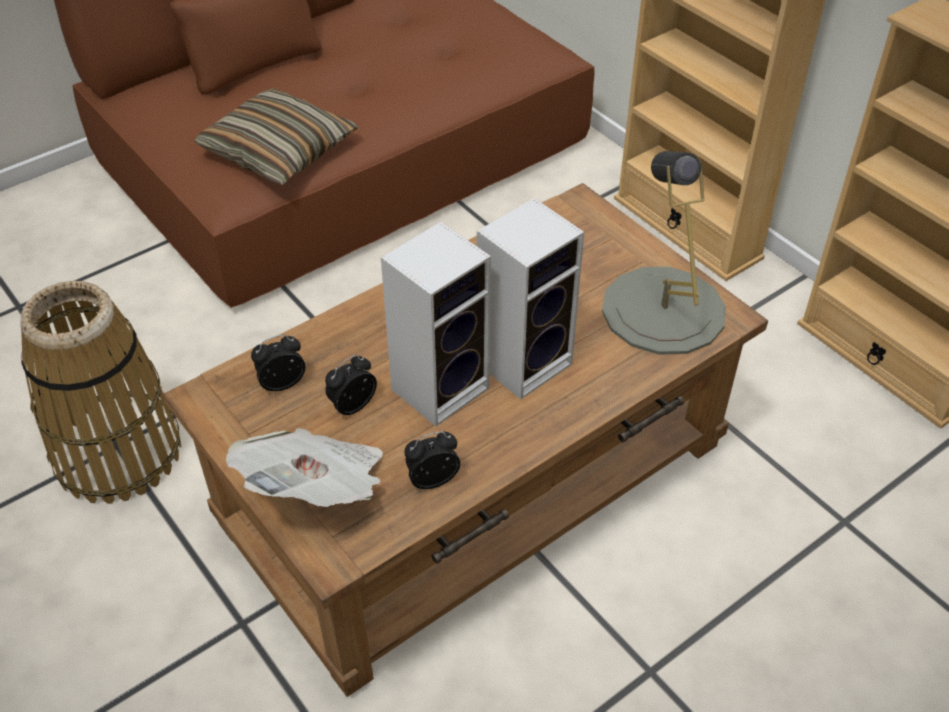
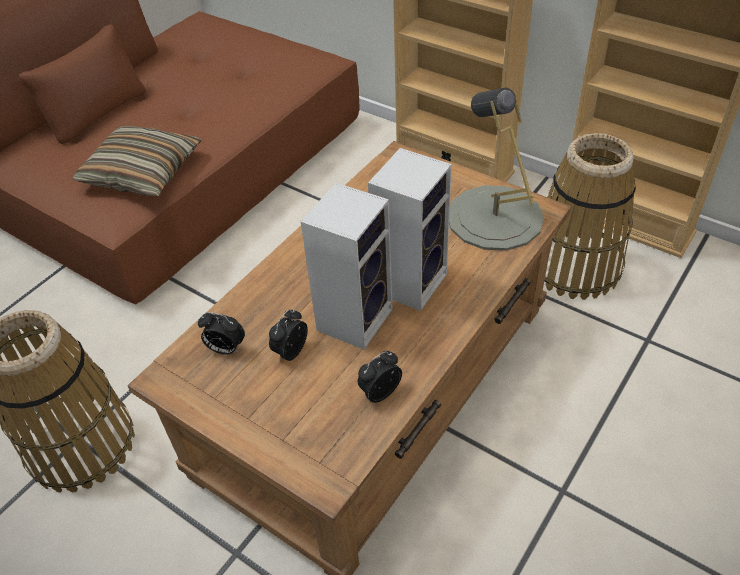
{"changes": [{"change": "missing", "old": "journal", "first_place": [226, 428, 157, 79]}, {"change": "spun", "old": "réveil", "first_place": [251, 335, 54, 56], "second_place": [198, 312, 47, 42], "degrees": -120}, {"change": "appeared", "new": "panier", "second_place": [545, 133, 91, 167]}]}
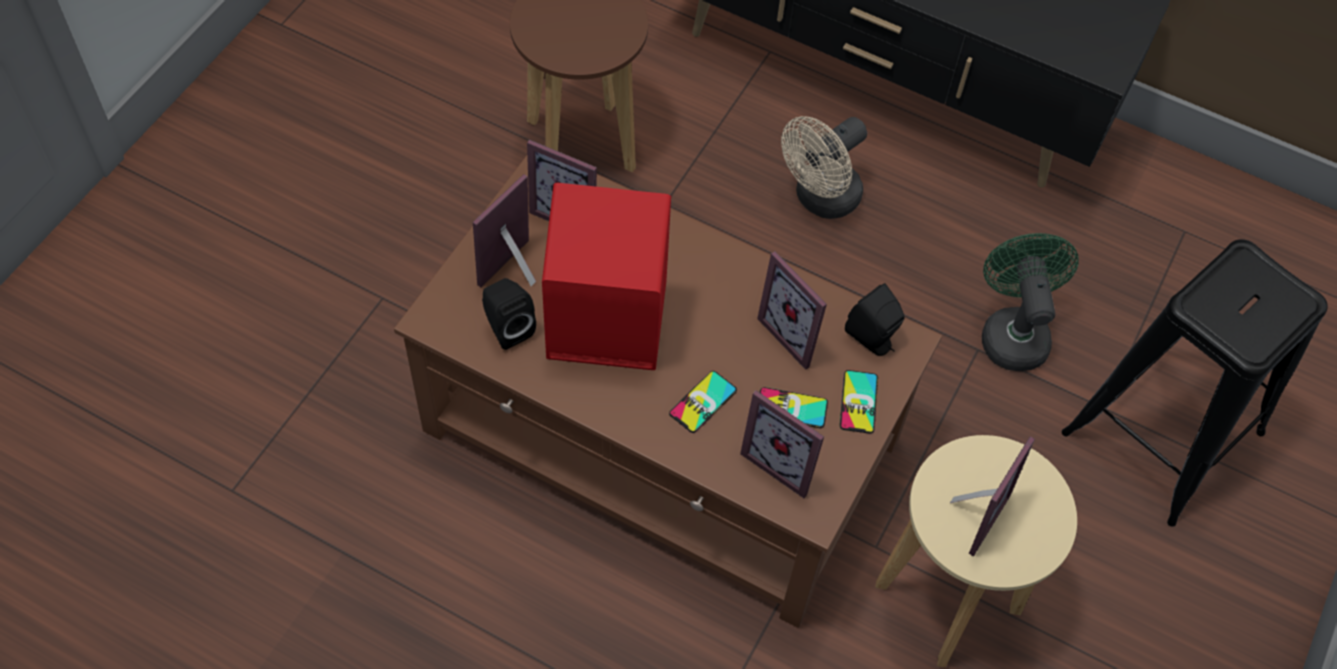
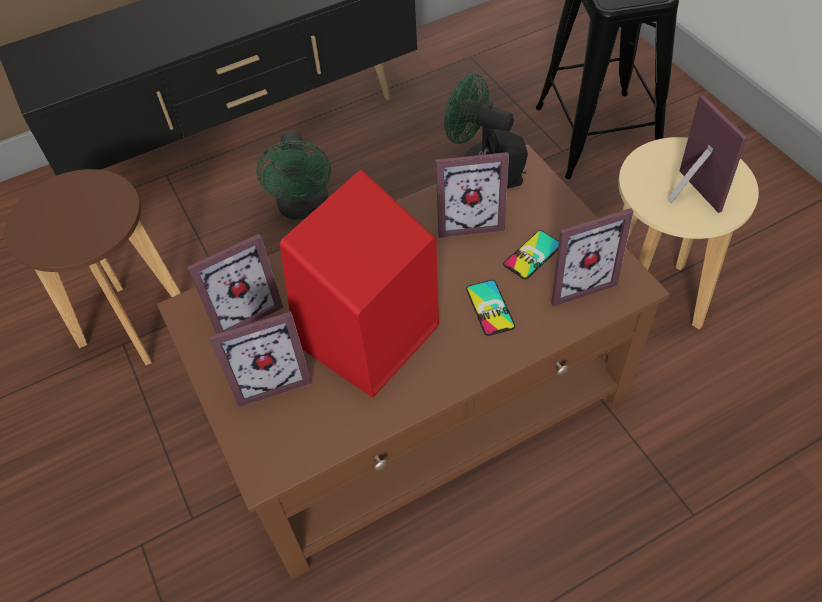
{"changes": [{"change": "spun", "old": "cadre photo", "first_place": [473, 174, 63, 113], "second_place": [209, 311, 103, 96], "degrees": -90}, {"change": "missing", "old": "enceinte/noir", "first_place": [482, 278, 54, 72]}, {"change": "colour", "old": "ventilateur/beige", "new": "ventilateur/vert", "first_place": [781, 116, 86, 103], "second_place": [256, 131, 75, 89]}, {"change": "missing", "old": "téléphone", "first_place": [840, 370, 38, 64]}]}
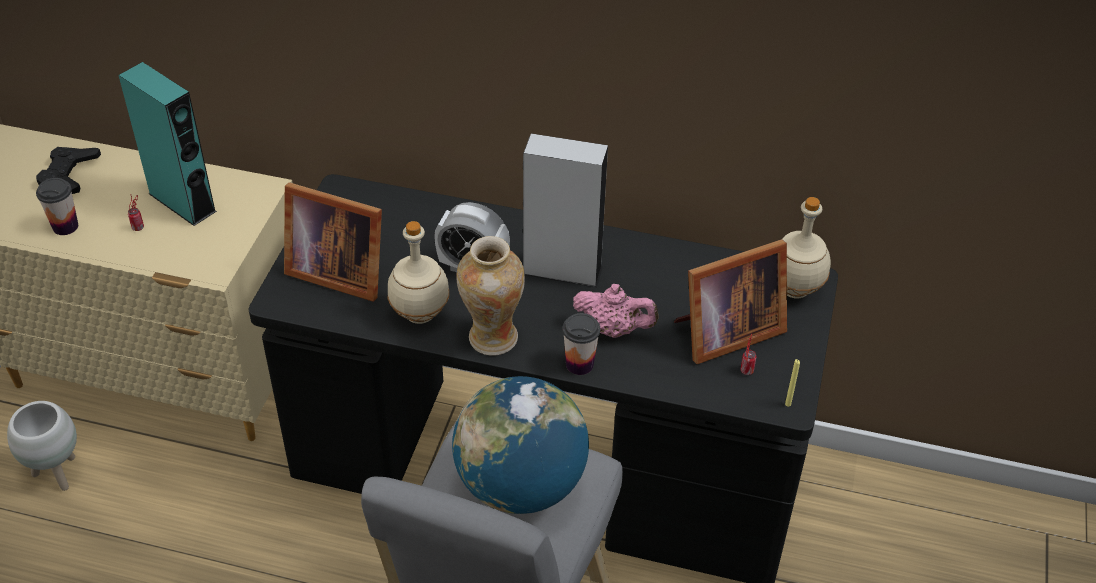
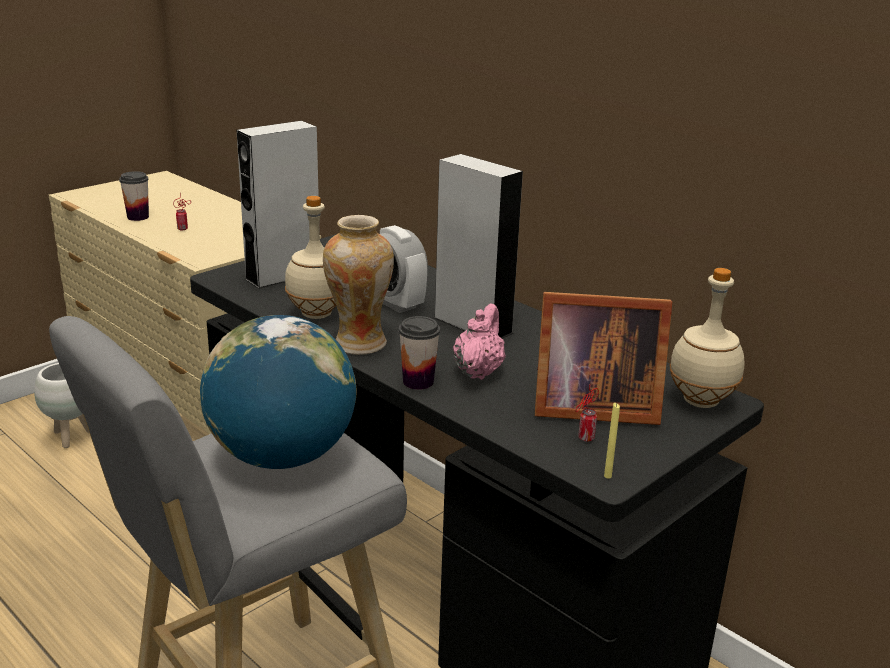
{"changes": [{"change": "missing", "old": "manette/noir", "first_place": [36, 147, 65, 47]}, {"change": "missing", "old": "enceinte/turquoise", "first_place": [118, 62, 99, 164]}, {"change": "exchanged", "old": "cadre photo", "new": "enceinte/gris", "first_place": [284, 182, 98, 120], "second_place": [237, 121, 83, 168]}, {"change": "spun", "old": "théière/rose", "first_place": [573, 284, 86, 54], "second_place": [453, 303, 53, 77], "degrees": -120}]}
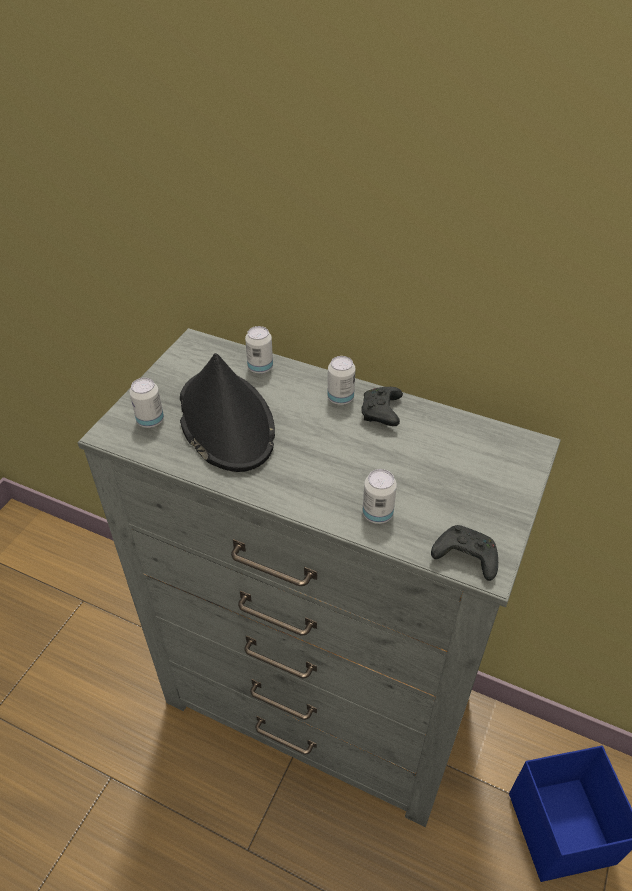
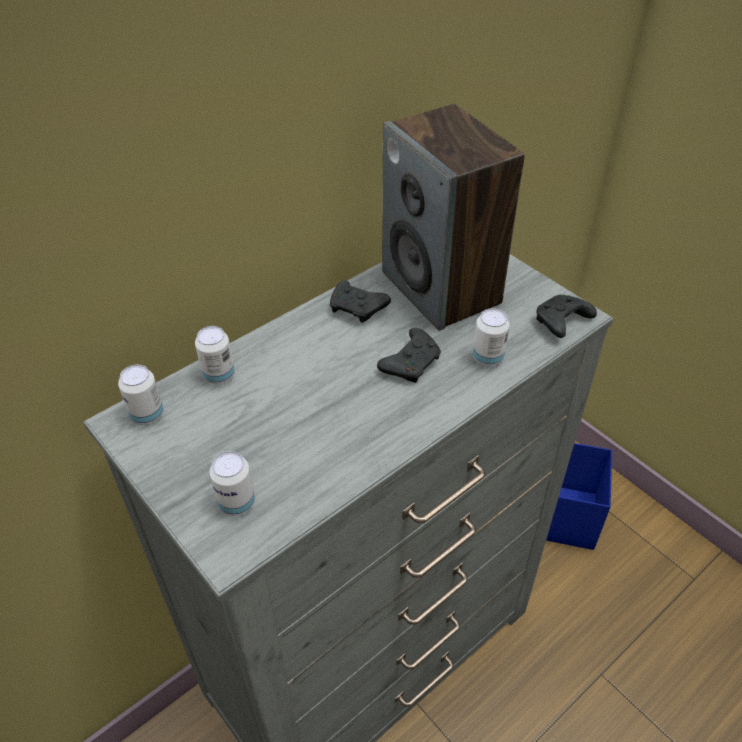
{"changes": [{"change": "missing", "old": "chapeau/noir", "first_place": [180, 353, 95, 119]}, {"change": "relocated", "old": "boîte métallique", "first_place": [328, 356, 27, 49], "second_place": [118, 365, 46, 60]}, {"change": "appeared", "new": "manette/noir", "second_place": [377, 328, 64, 55]}, {"change": "appeared", "new": "enceinte", "second_place": [382, 104, 143, 227]}]}
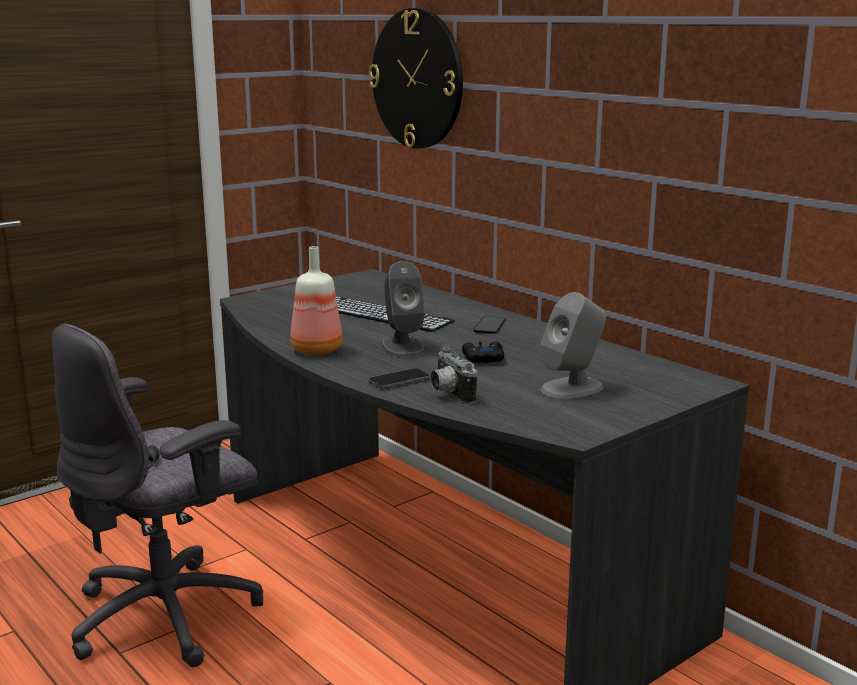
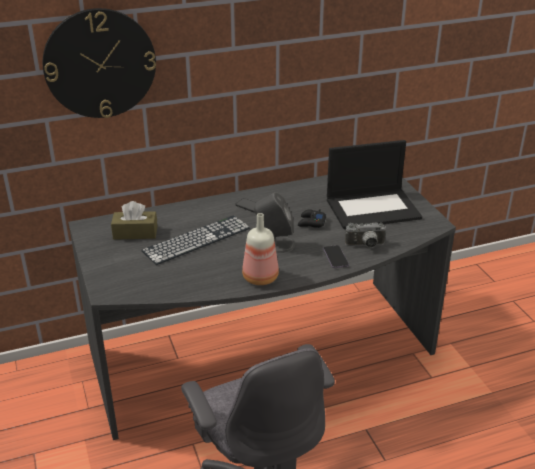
{"changes": [{"change": "exchanged", "old": "enceinte/gris", "new": "ordinateur portable", "first_place": [540, 292, 66, 107], "second_place": [327, 140, 95, 89]}, {"change": "appeared", "new": "boîte à mouchoirs/marron", "second_place": [111, 201, 46, 39]}]}
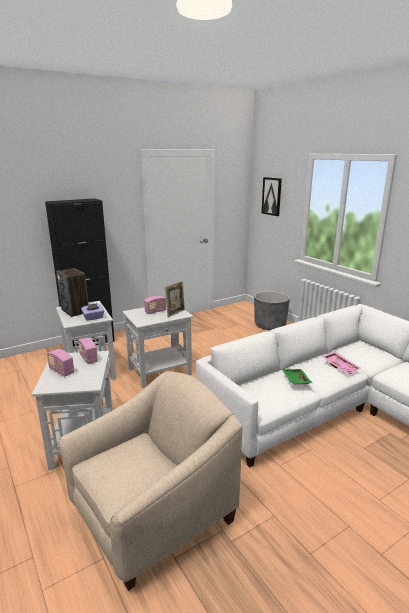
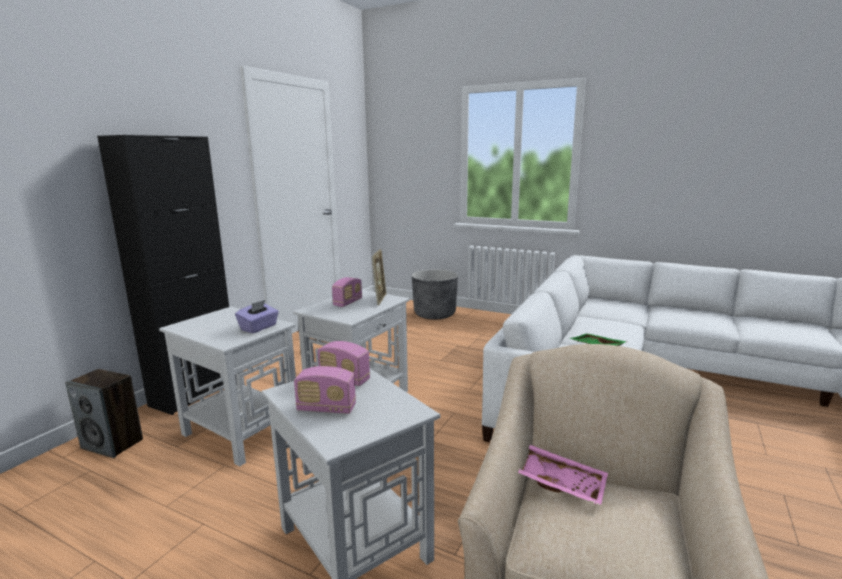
{"changes": [{"change": "relocated", "old": "enceinte", "first_place": [56, 268, 32, 49], "second_place": [65, 369, 78, 89]}, {"change": "missing", "old": "tableau", "first_place": [262, 177, 20, 39]}, {"change": "relocated", "old": "plateau/rose", "first_place": [322, 352, 39, 22], "second_place": [518, 445, 90, 61]}]}
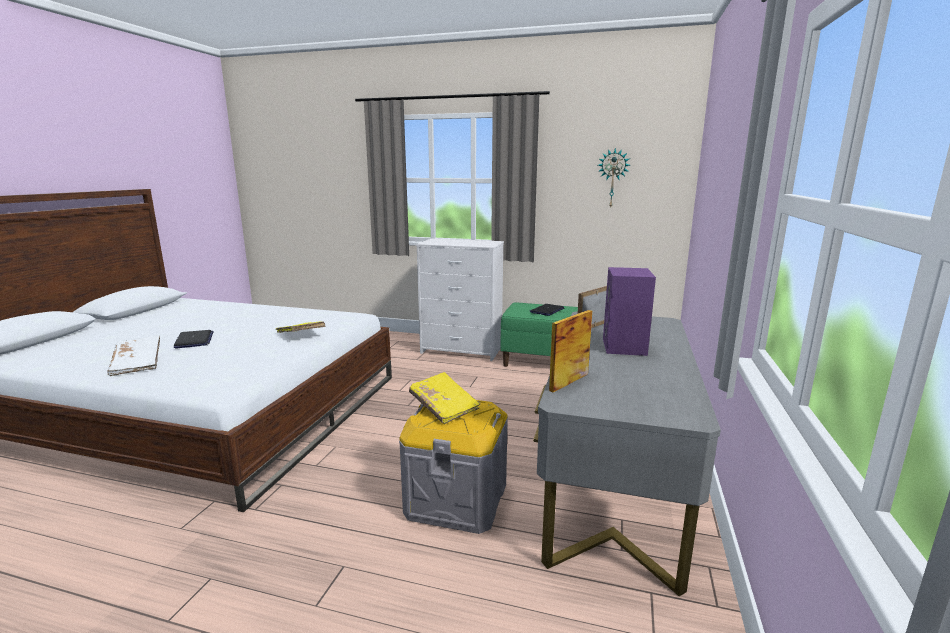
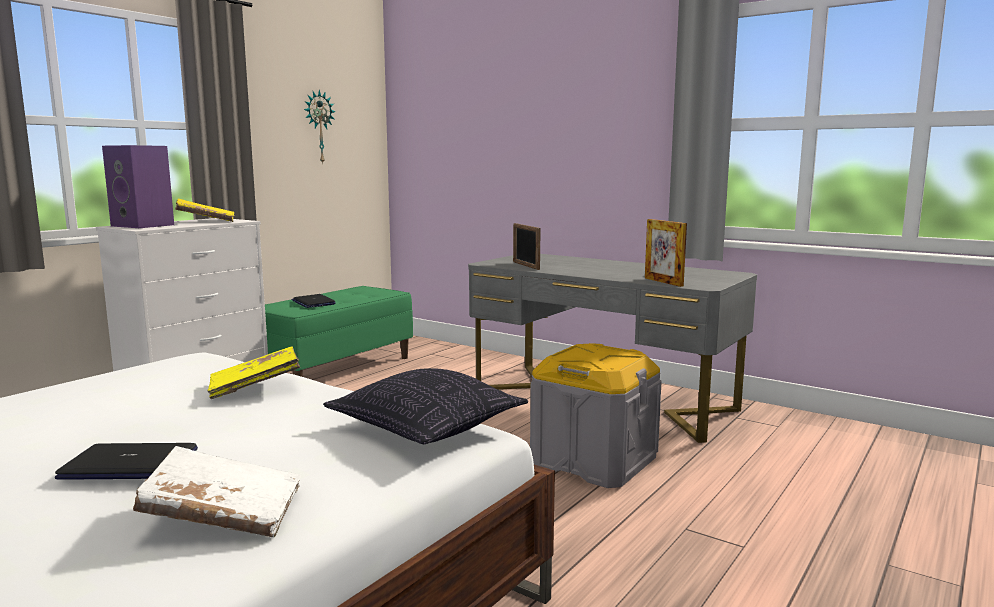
{"changes": [{"change": "relocated", "old": "livre/jaune", "first_place": [409, 372, 71, 52], "second_place": [175, 199, 59, 23]}, {"change": "relocated", "old": "enceinte/violet", "first_place": [603, 267, 53, 89], "second_place": [102, 145, 72, 83]}, {"change": "appeared", "new": "coussin", "second_place": [323, 368, 205, 76]}]}
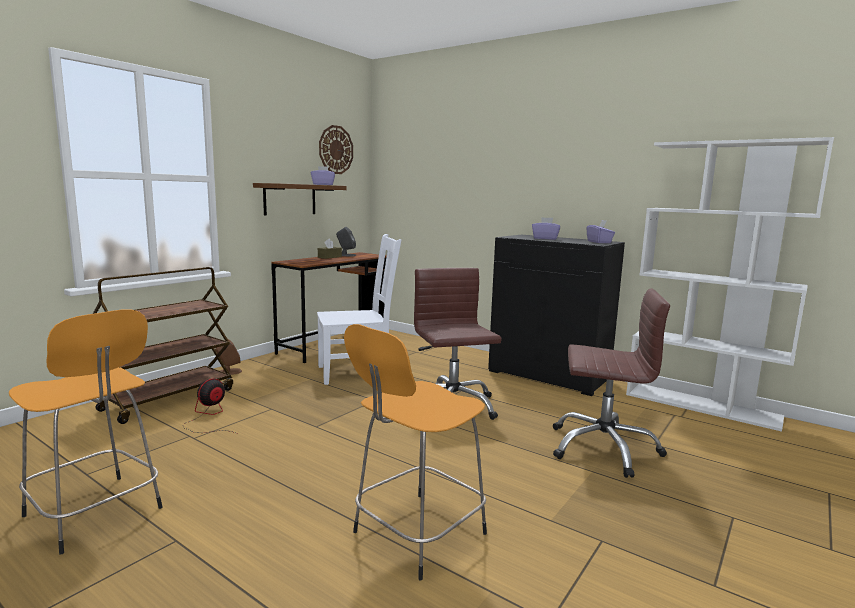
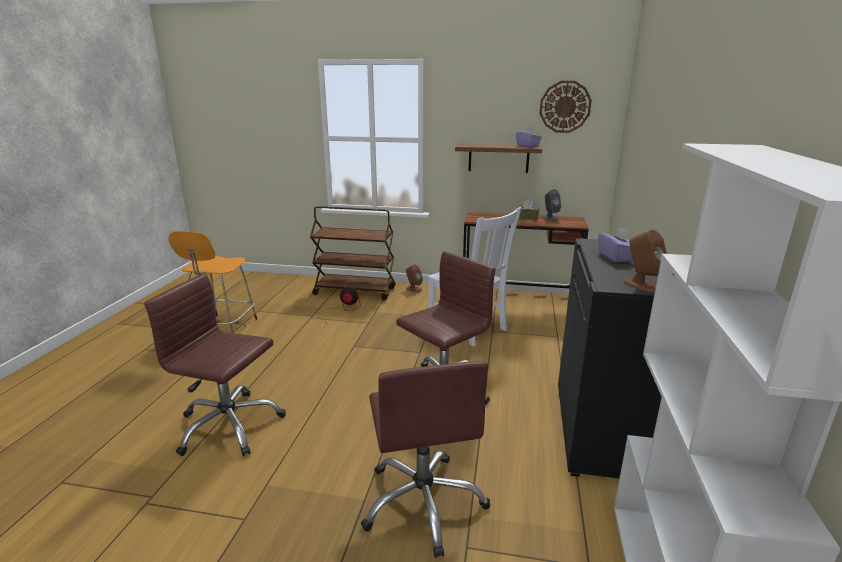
{"changes": [{"change": "exchanged", "old": "tabouret/orange", "new": "chaise de bureau/marron", "first_place": [344, 324, 143, 257], "second_place": [144, 273, 142, 183]}, {"change": "exchanged", "old": "boîte à mouchoirs/violet", "new": "enceinte/marron", "first_place": [586, 220, 29, 23], "second_place": [623, 230, 44, 62]}]}
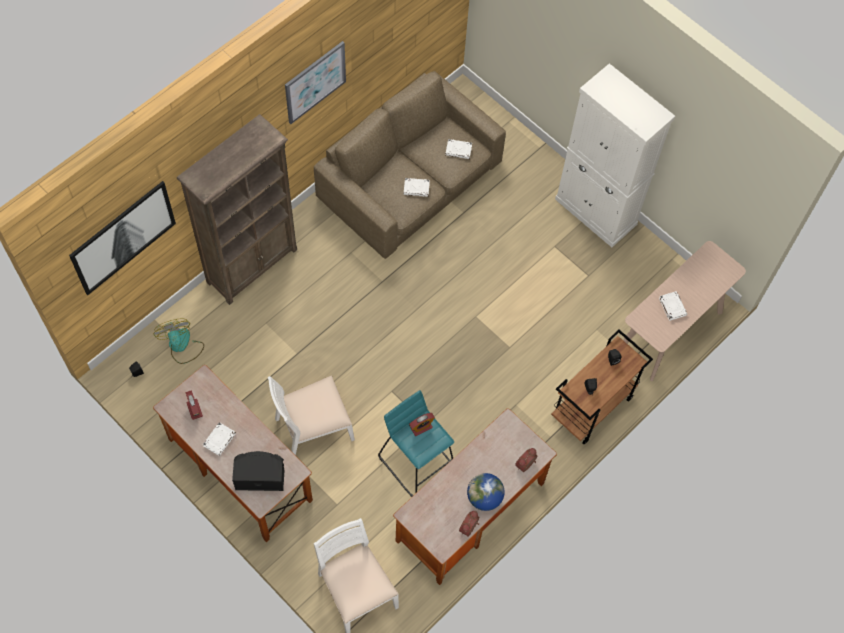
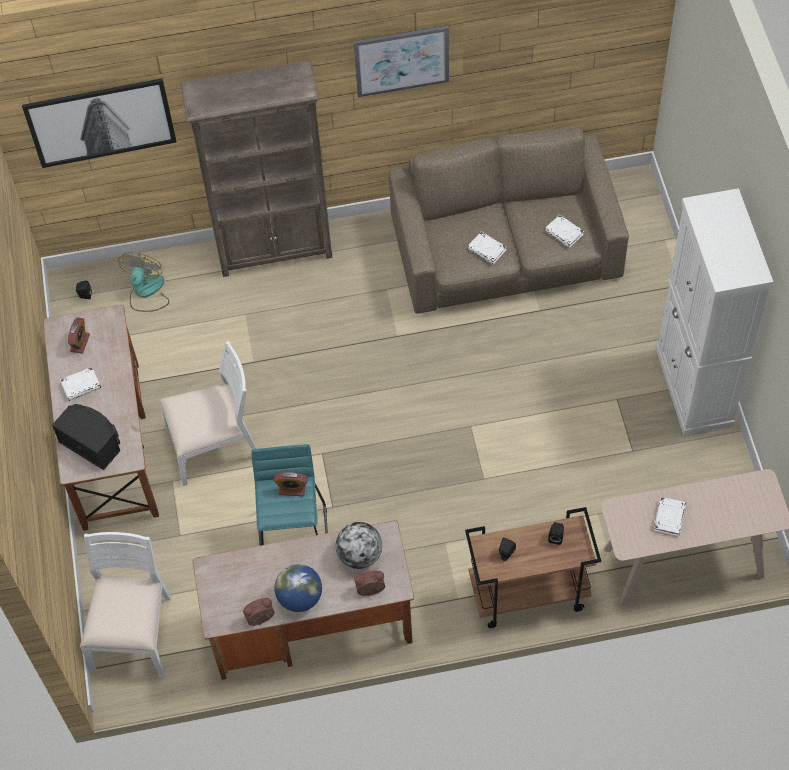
{"changes": [{"change": "spun", "old": "chaise/blanc", "first_place": [267, 376, 88, 80], "second_place": [160, 341, 97, 145], "degrees": 150}, {"change": "appeared", "new": "globe", "second_place": [336, 522, 46, 47]}]}
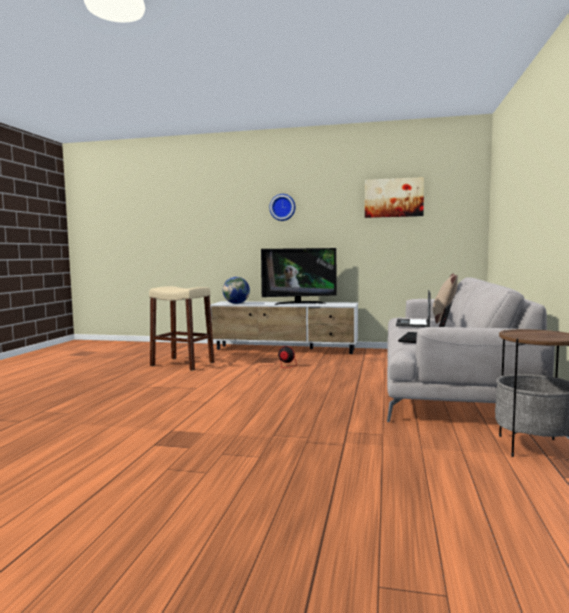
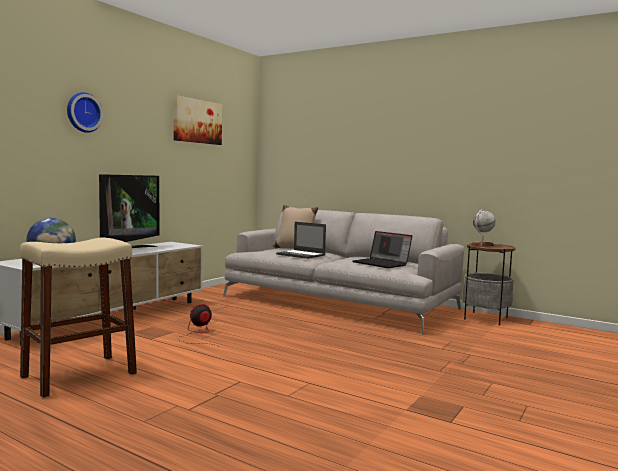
{"changes": [{"change": "appeared", "new": "globe", "second_place": [471, 209, 25, 38]}]}
